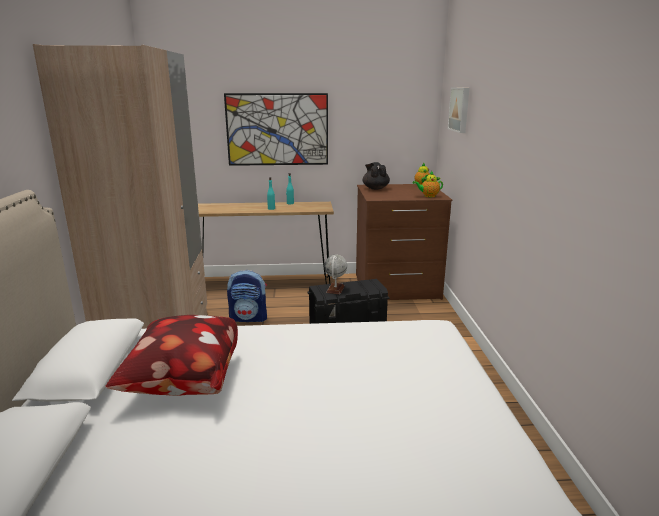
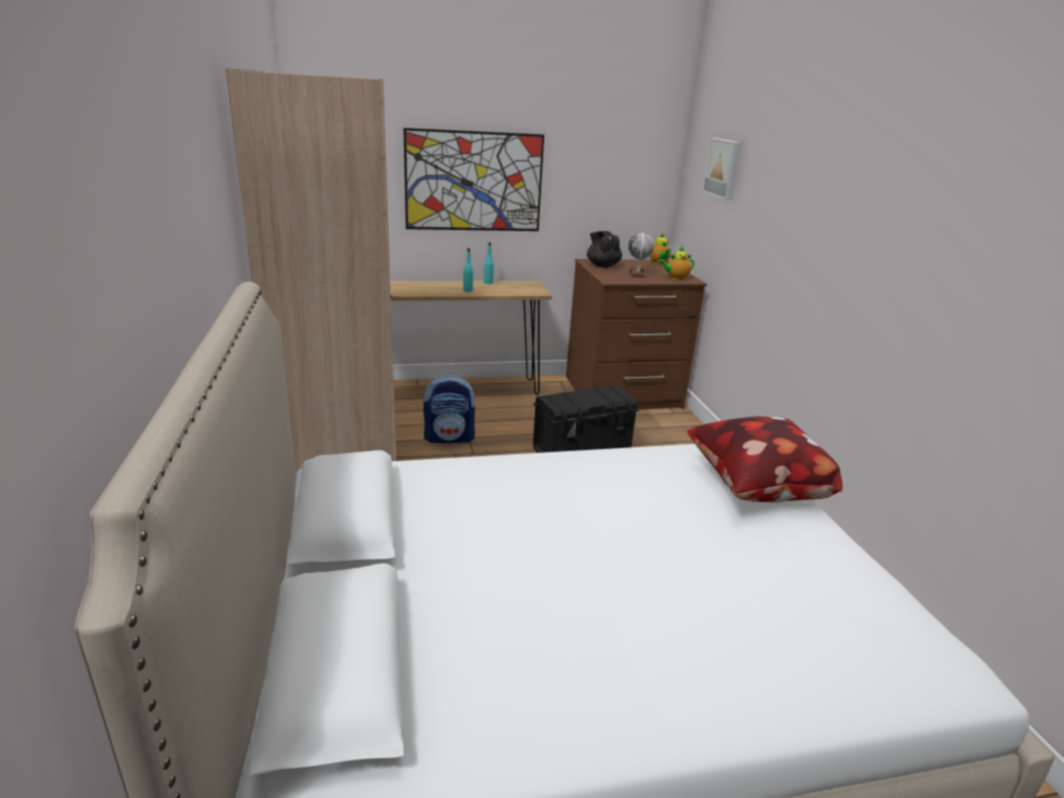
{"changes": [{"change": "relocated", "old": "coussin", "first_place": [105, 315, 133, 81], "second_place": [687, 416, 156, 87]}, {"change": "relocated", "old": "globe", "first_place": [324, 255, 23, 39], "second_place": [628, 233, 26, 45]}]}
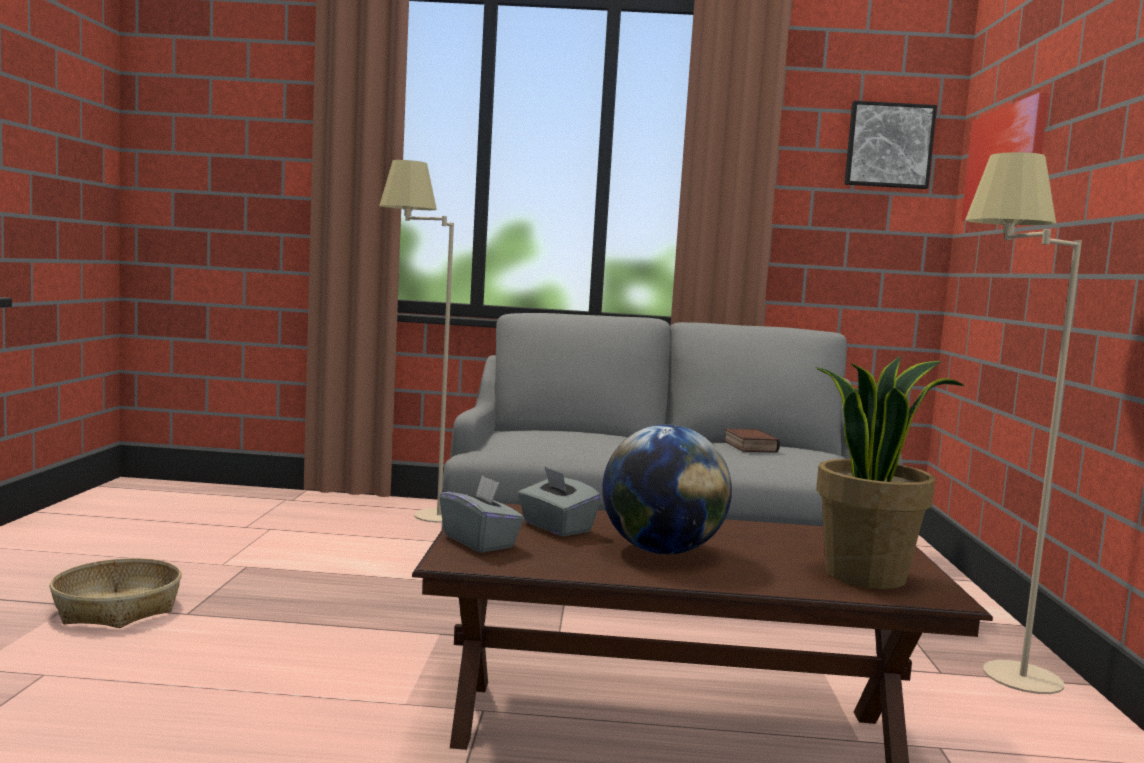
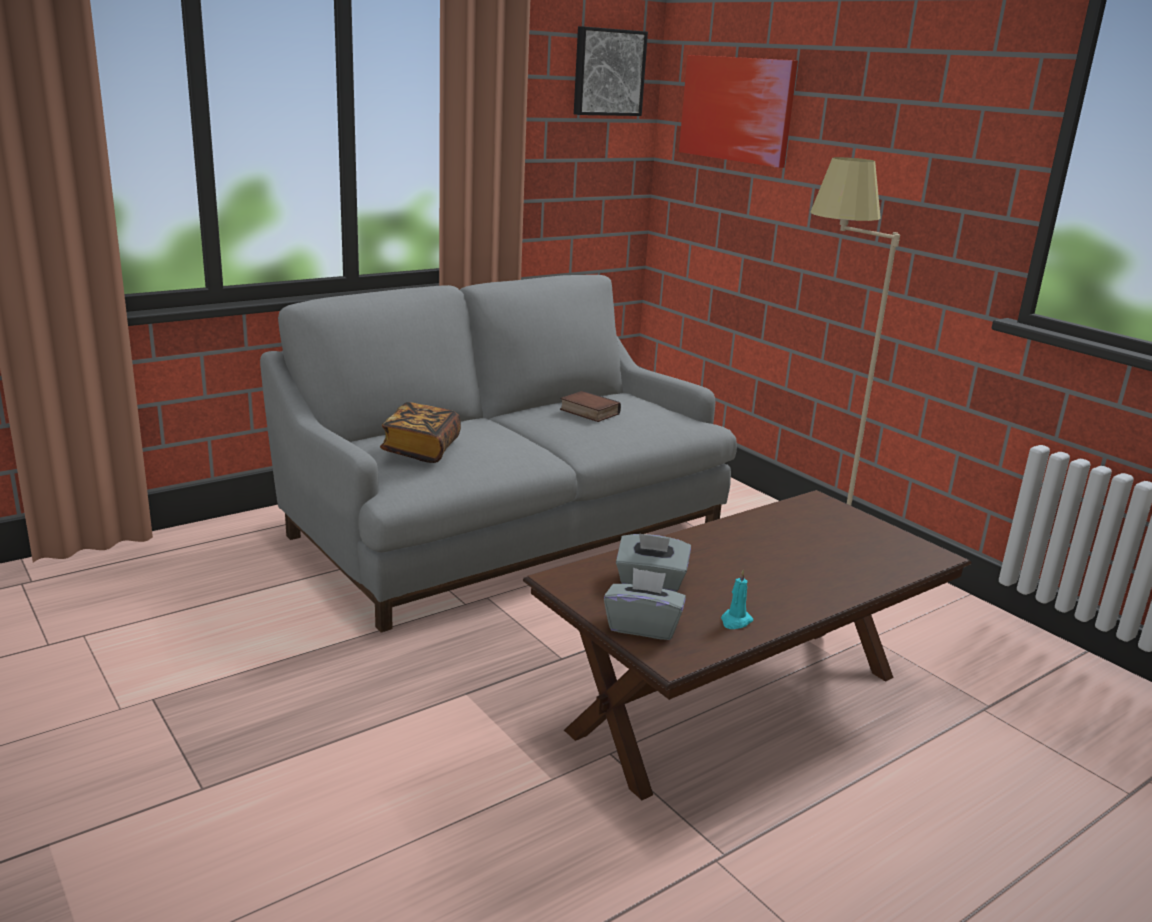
{"changes": [{"change": "missing", "old": "panier", "first_place": [49, 558, 133, 70]}, {"change": "missing", "old": "lampadaire/beige", "first_place": [379, 160, 75, 363]}, {"change": "missing", "old": "globe", "first_place": [602, 424, 130, 131]}, {"change": "missing", "old": "plante en pot", "first_place": [815, 355, 150, 234]}, {"change": "appeared", "new": "livre", "second_place": [380, 402, 81, 61]}, {"change": "appeared", "new": "bougie/turquoise", "second_place": [721, 570, 32, 59]}]}
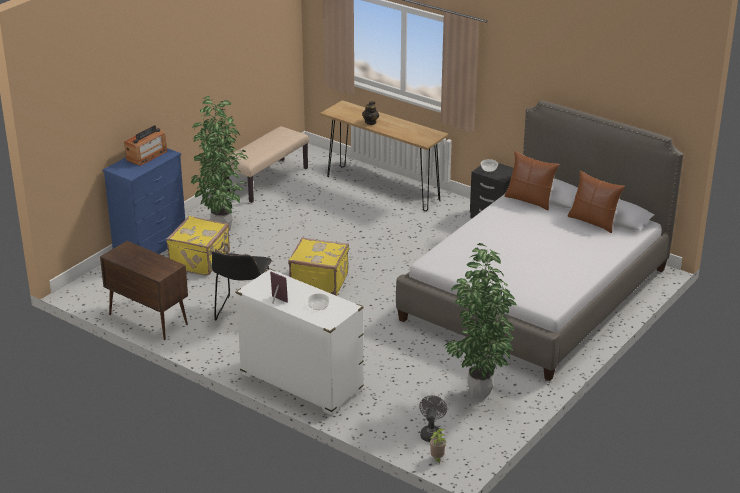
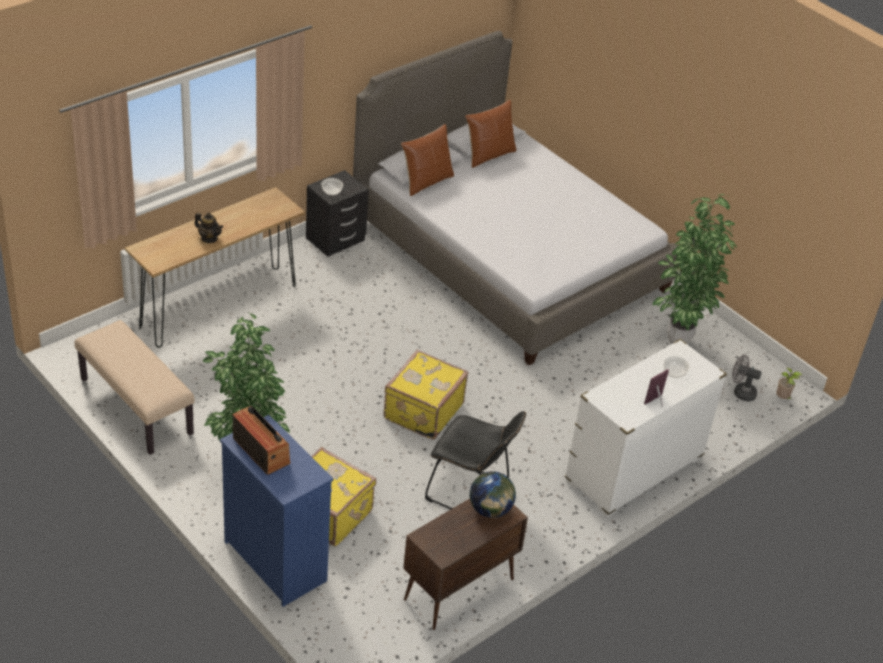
{"changes": [{"change": "appeared", "new": "globe", "second_place": [470, 471, 46, 47]}]}
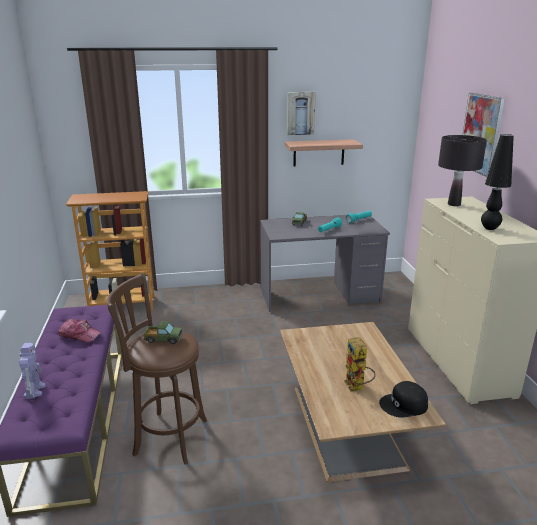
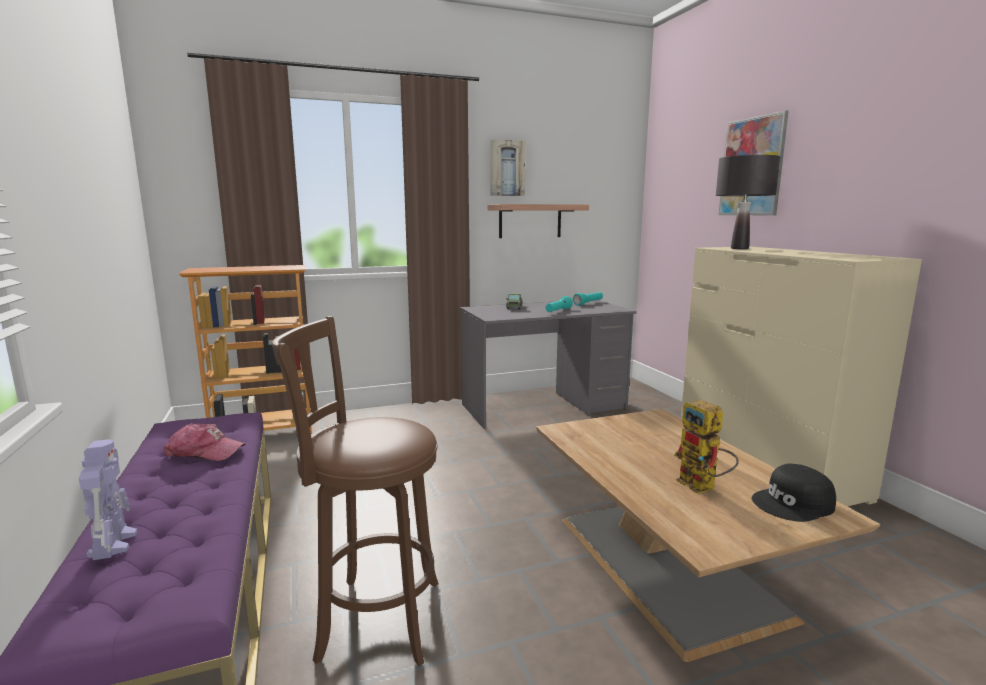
{"changes": [{"change": "missing", "old": "camion jouet", "first_place": [144, 322, 39, 22]}, {"change": "missing", "old": "lampe de table/noir", "first_place": [481, 134, 33, 96]}]}
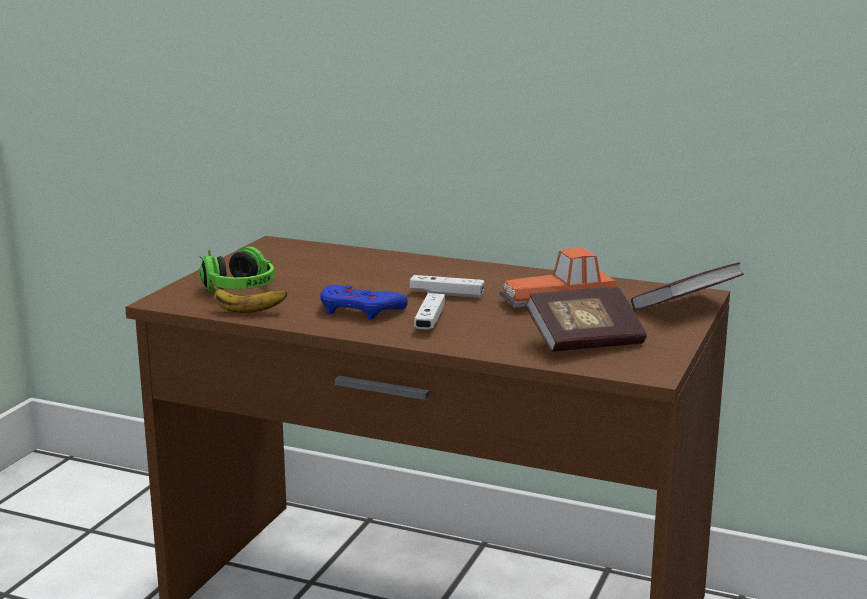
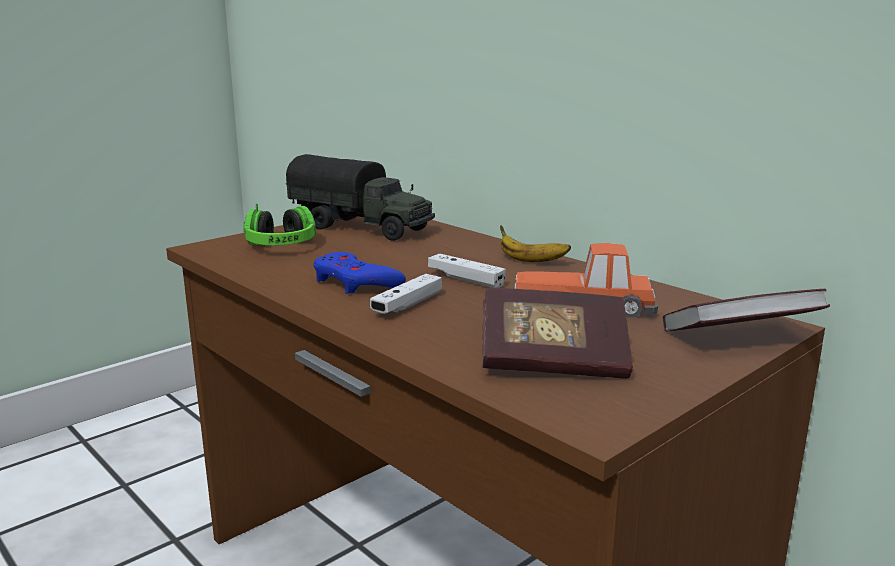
{"changes": [{"change": "relocated", "old": "banane", "first_place": [210, 280, 77, 33], "second_place": [500, 226, 71, 36]}, {"change": "appeared", "new": "camion jouet", "second_place": [286, 154, 149, 87]}]}
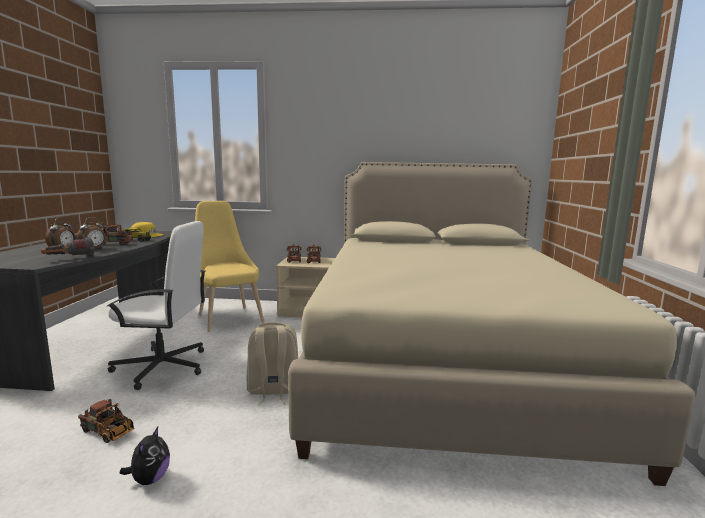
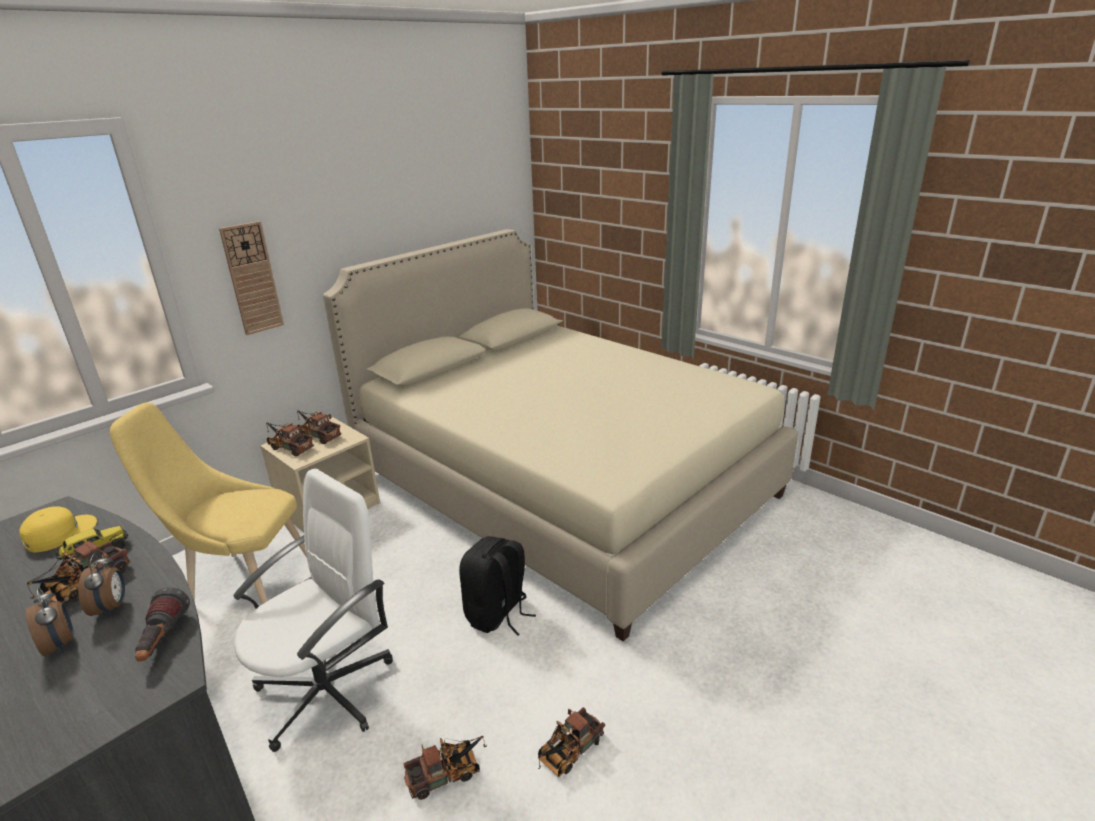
{"changes": [{"change": "exchanged", "old": "peluche", "new": "camion jouet", "first_place": [120, 427, 50, 58], "second_place": [538, 707, 67, 70]}, {"change": "colour", "old": "sac à dos/beige", "new": "sac à dos/noir", "first_place": [247, 322, 51, 84], "second_place": [459, 536, 77, 100]}, {"change": "appeared", "new": "horloge murale", "second_place": [219, 221, 65, 114]}]}
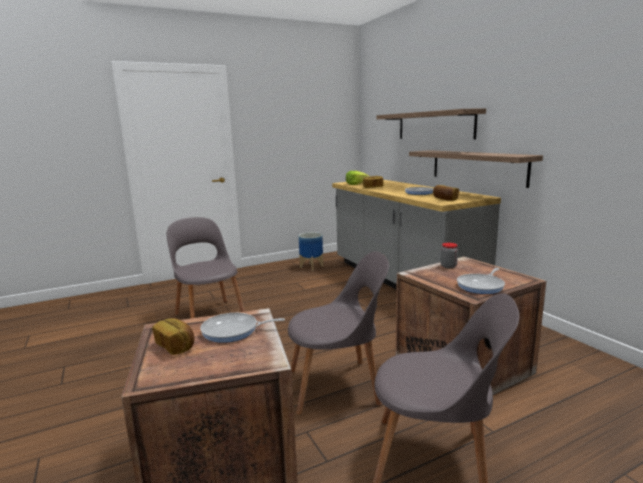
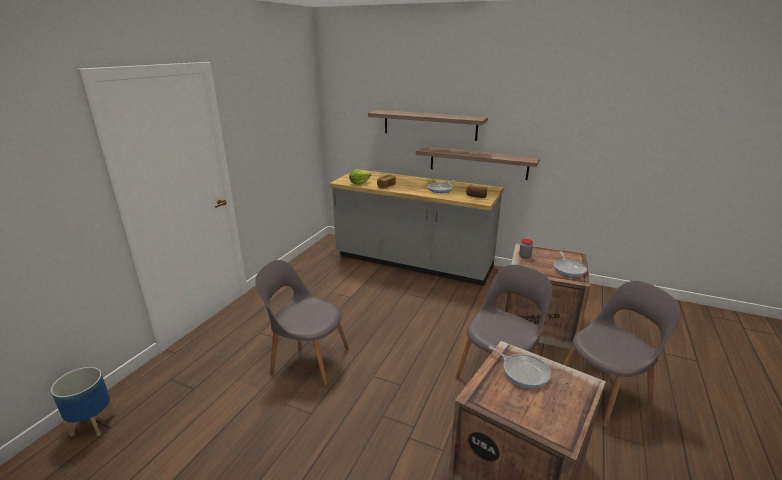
{"changes": [{"change": "missing", "old": "pain", "first_place": [152, 318, 42, 37]}, {"change": "spun", "old": "poêle", "first_place": [200, 313, 85, 30], "second_place": [488, 346, 63, 42], "degrees": -90}, {"change": "relocated", "old": "cache-pot", "first_place": [299, 232, 24, 39], "second_place": [51, 367, 65, 70]}]}
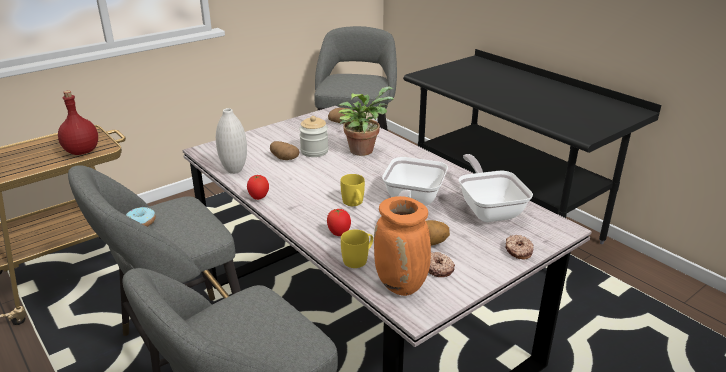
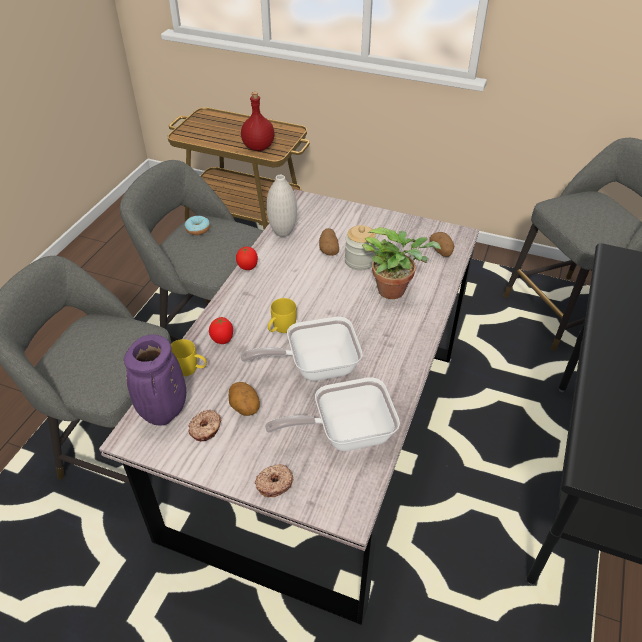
{"changes": [{"change": "colour", "old": "vase/orange", "new": "vase/violet", "first_place": [374, 196, 57, 100], "second_place": [124, 334, 62, 92]}, {"change": "spun", "old": "poêle", "first_place": [458, 154, 75, 68], "second_place": [265, 377, 135, 74], "degrees": -150}]}
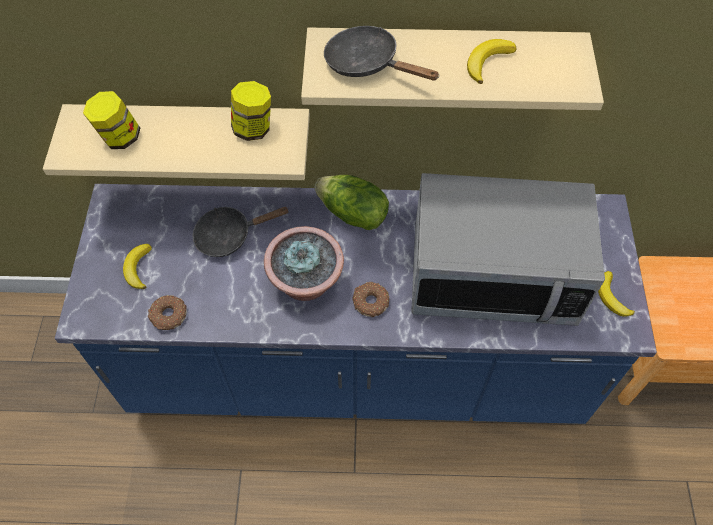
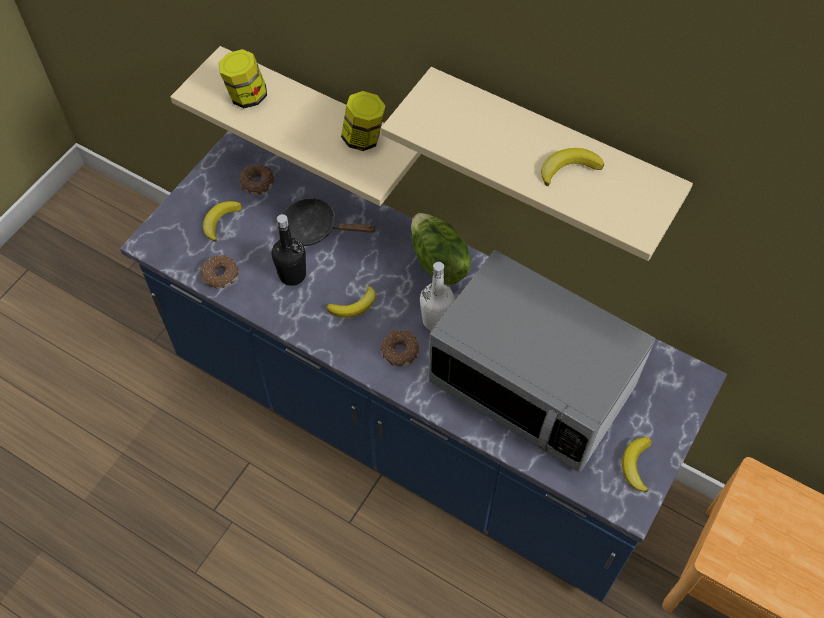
{"changes": [{"change": "exchanged", "old": "plante en pot", "new": "banane", "first_place": [264, 226, 80, 75], "second_place": [327, 286, 49, 32]}, {"change": "missing", "old": "poêle/noir", "first_place": [324, 26, 116, 55]}, {"change": "appeared", "new": "beignet", "second_place": [239, 164, 35, 31]}, {"change": "appeared", "new": "bouteille/noir", "second_place": [271, 214, 35, 72]}, {"change": "appeared", "new": "bouteille/blanc", "second_place": [420, 262, 35, 68]}]}
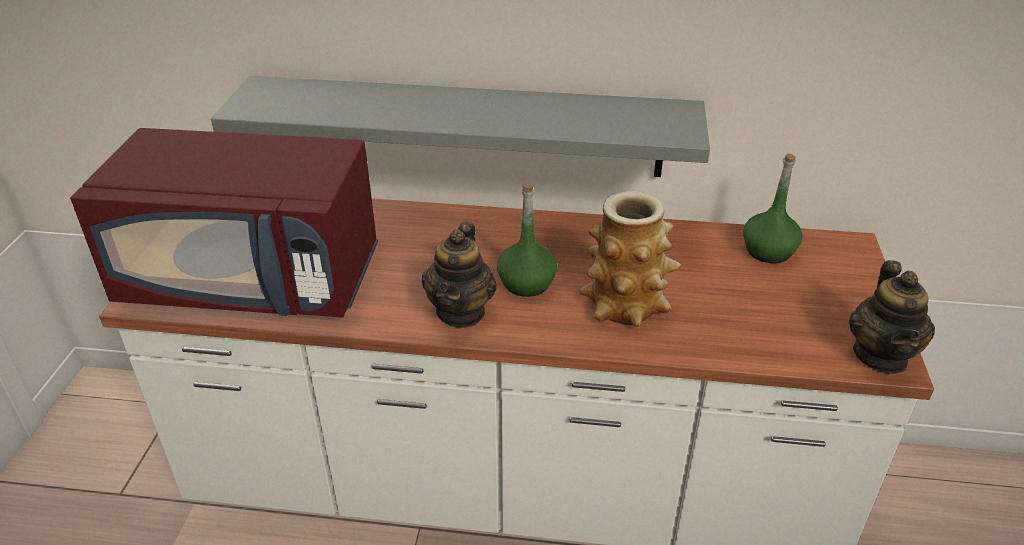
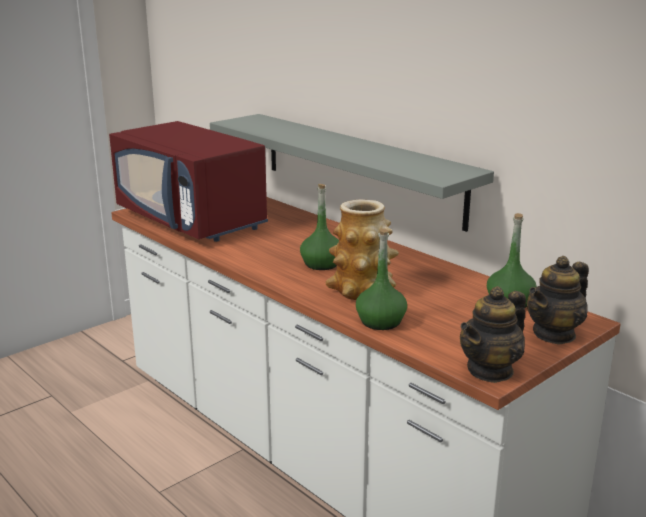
{"changes": [{"change": "relocated", "old": "théière", "first_place": [422, 222, 75, 106], "second_place": [527, 256, 62, 89]}, {"change": "appeared", "new": "bouteille/vert", "second_place": [356, 228, 51, 102]}]}
